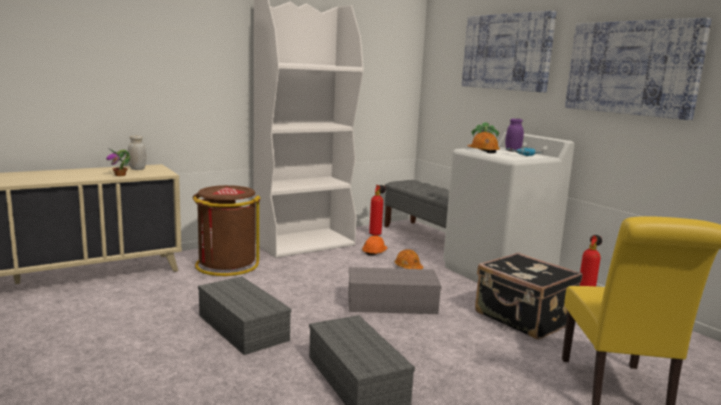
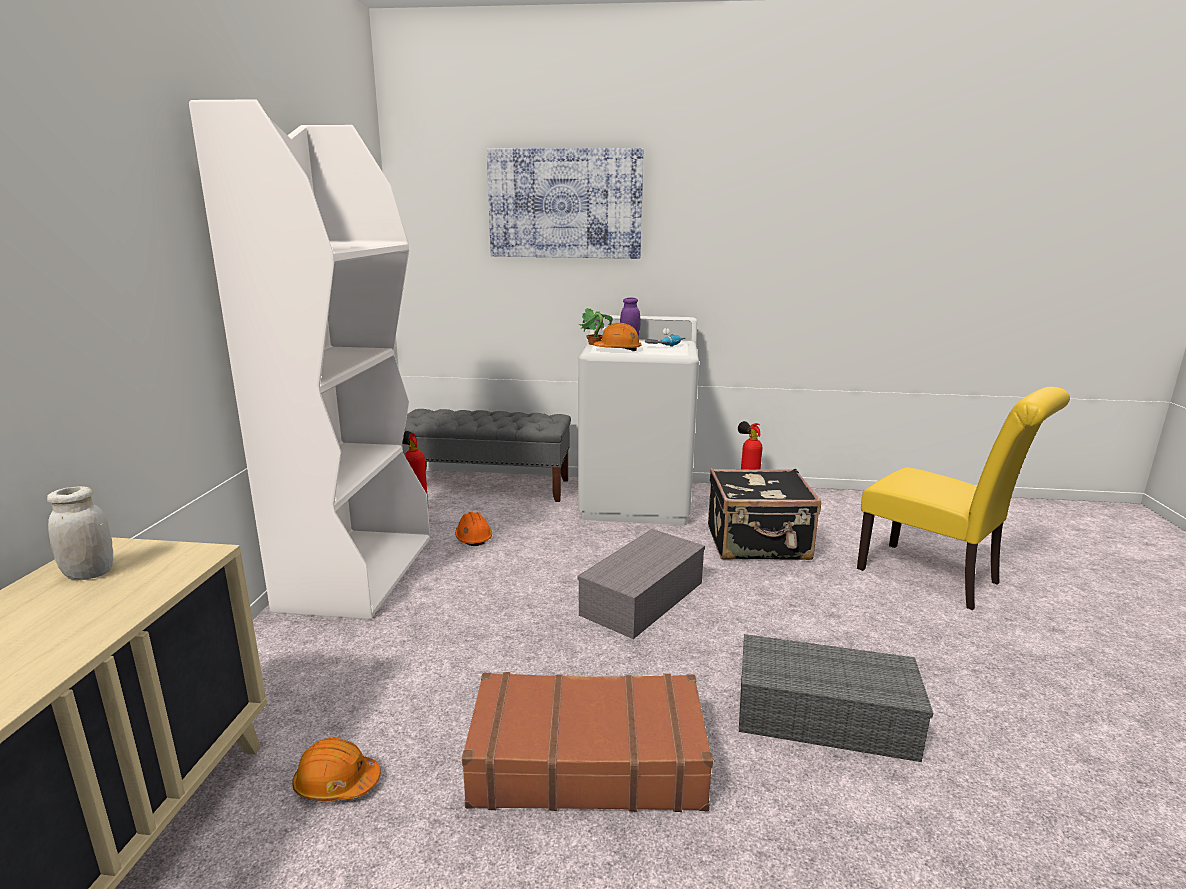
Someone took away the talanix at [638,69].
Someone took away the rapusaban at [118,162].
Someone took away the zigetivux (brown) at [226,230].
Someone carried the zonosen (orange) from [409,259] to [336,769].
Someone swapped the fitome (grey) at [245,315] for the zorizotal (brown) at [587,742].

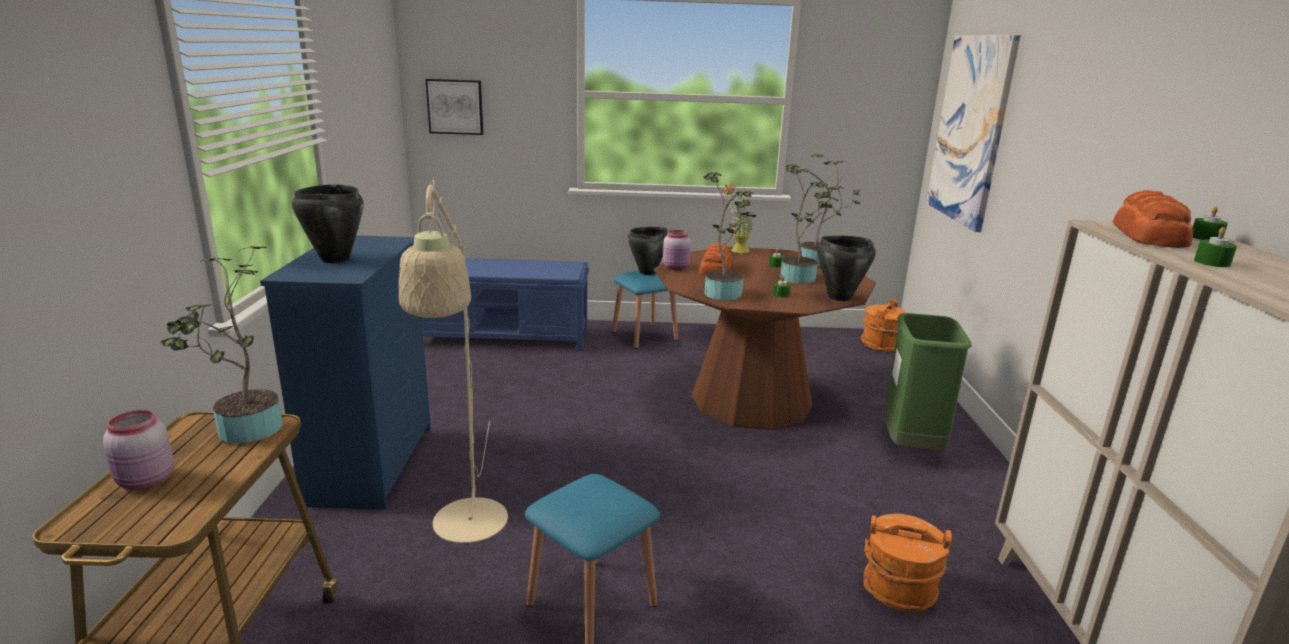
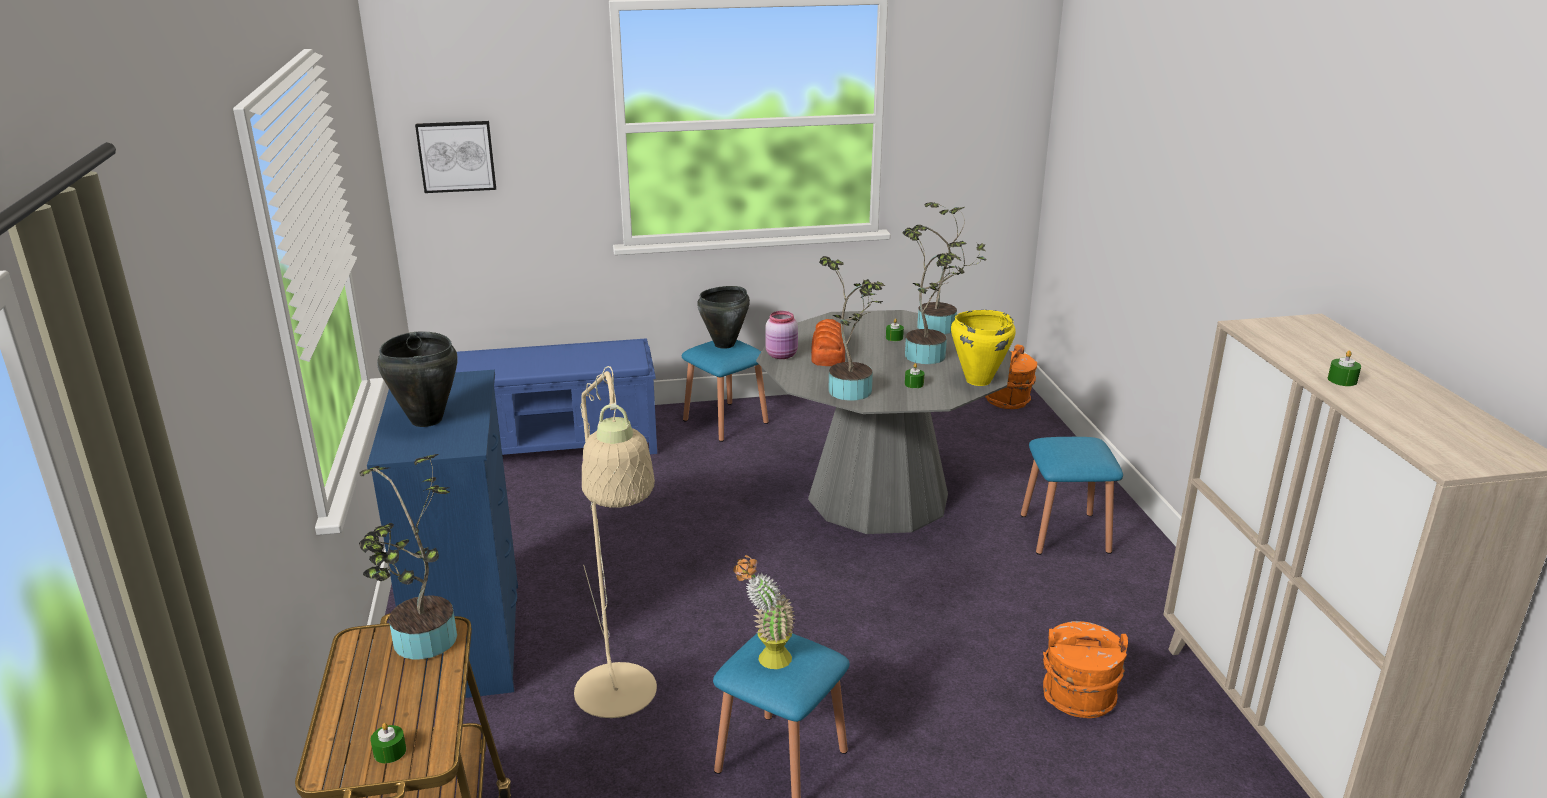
Someone took away the talanix at [973,133].
Someone carried the rapusaban from [738,218] to [764,612].
Someone took away the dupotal at [1153,219].
Someone carried the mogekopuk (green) from [1210,223] to [388,743].
Someone repainted the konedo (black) at [846,268], which became the konedo (yellow) at [983,348].
Someone repainted the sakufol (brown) at [765,338], which became the sakufol (grey) at [884,422].
Someone swapped the zigetivux (green) at [928,381] for the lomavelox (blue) at [1072,496].
Someone took away the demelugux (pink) at [138,450].

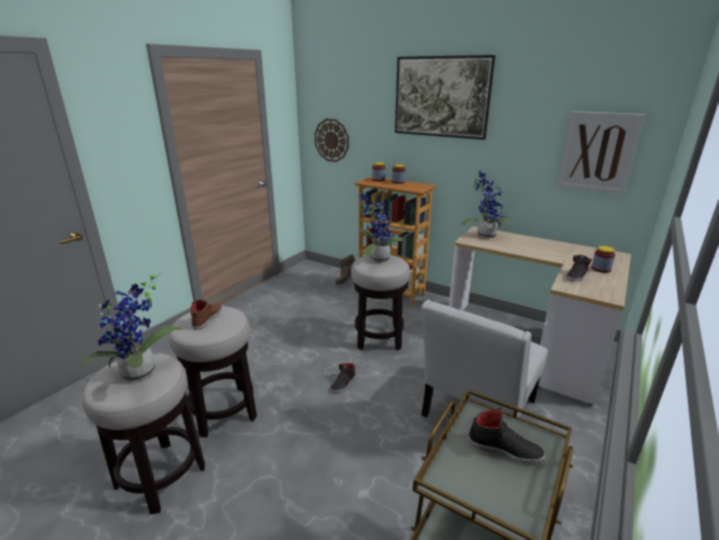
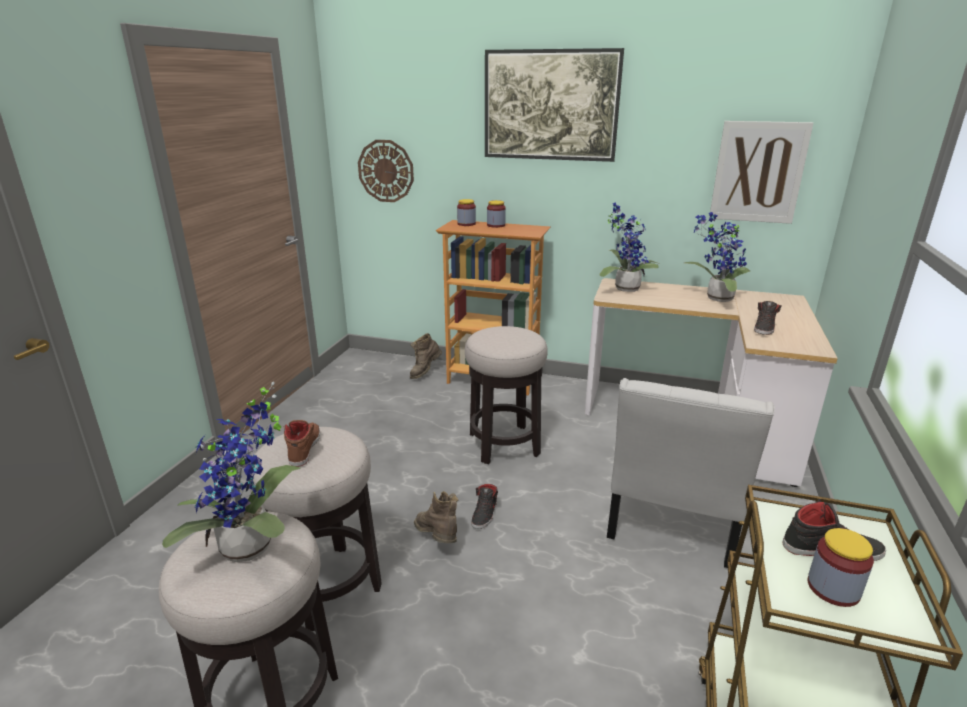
Someone carried the rapusaban from [380,227] to [717,257].
Someone carried the demelugux from [603,259] to [840,567].
Someone put down the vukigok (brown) at [436,517].

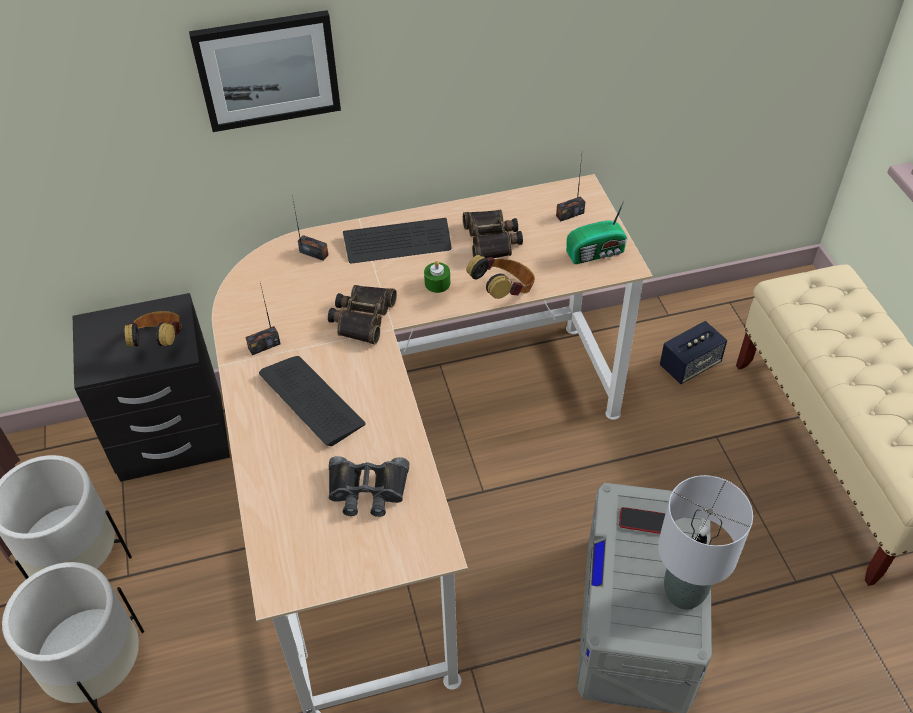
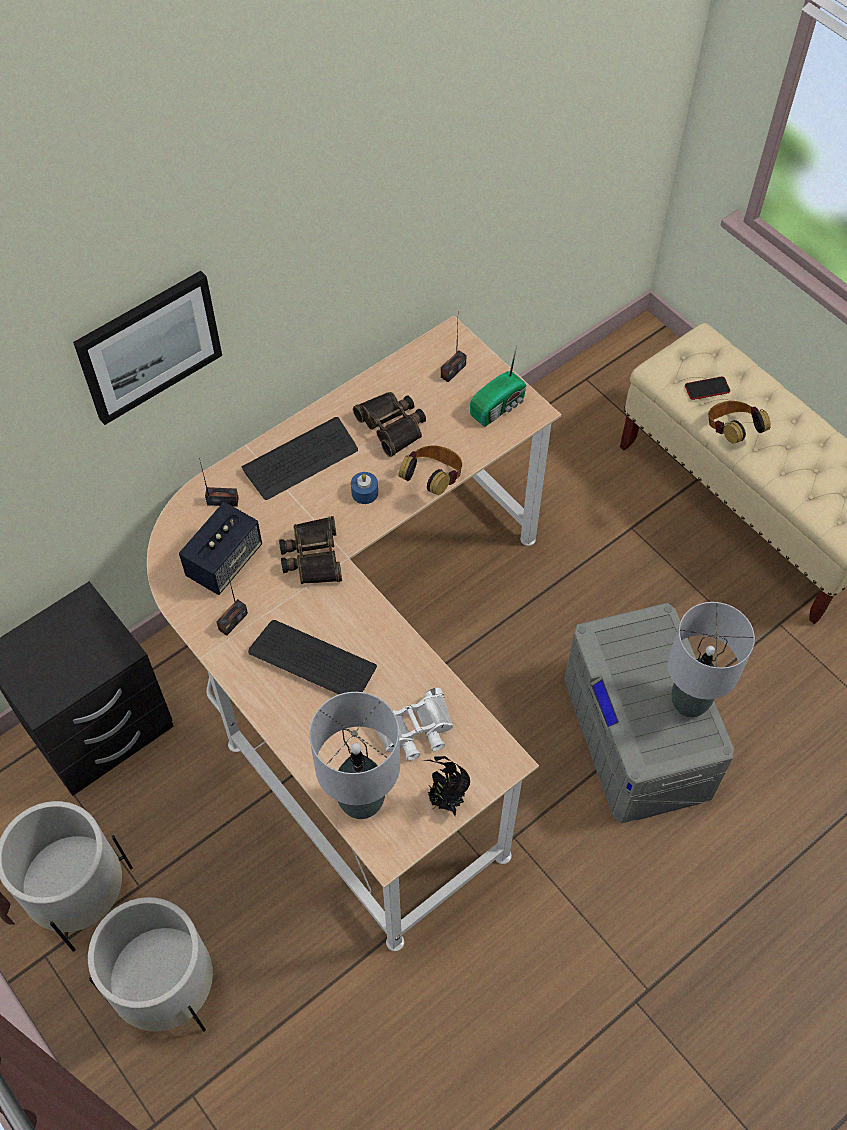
Someone repainted the mogekopuk (green) at [437,277], which became the mogekopuk (blue) at [364,488].
Someone carried the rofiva from [153,329] to [739,422].
Someone carried the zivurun from [693,352] to [220,548].
Someone repainted the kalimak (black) at [369,486], which became the kalimak (white) at [414,724].
Someone carried the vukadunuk from [642,520] to [707,388].
Someone put down the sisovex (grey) at [354,755].
Someone put down the rapusaban at [447,786].

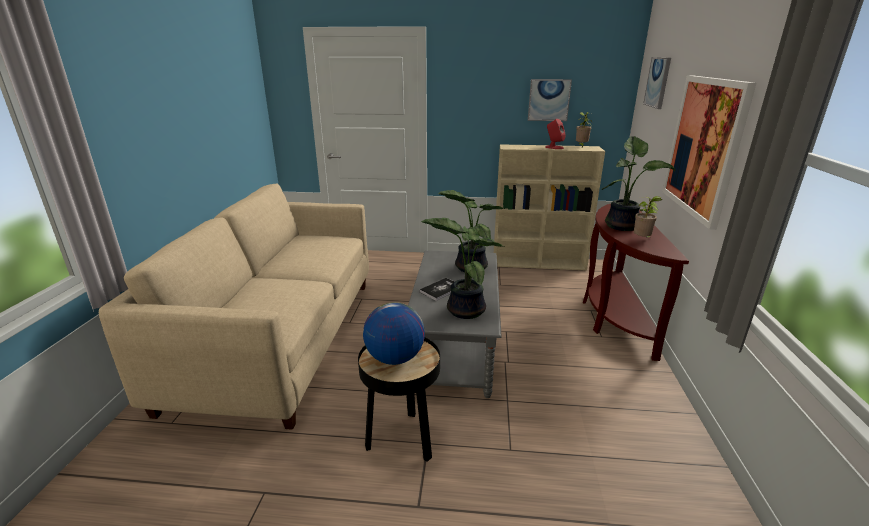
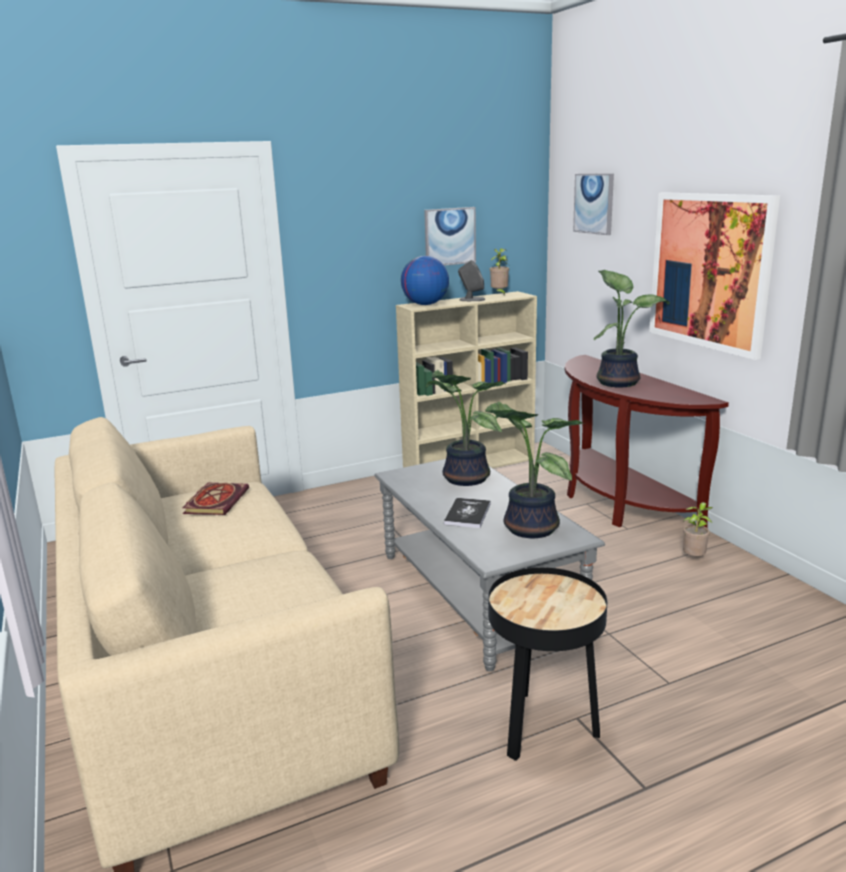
Someone repainted the zivurun (red) at [555,134], which became the zivurun (grey) at [471,280].
Someone carried the rapusaban from [648,217] to [698,529].
Someone carried the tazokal from [394,333] to [425,280].
Someone put down the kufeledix at [215,499].

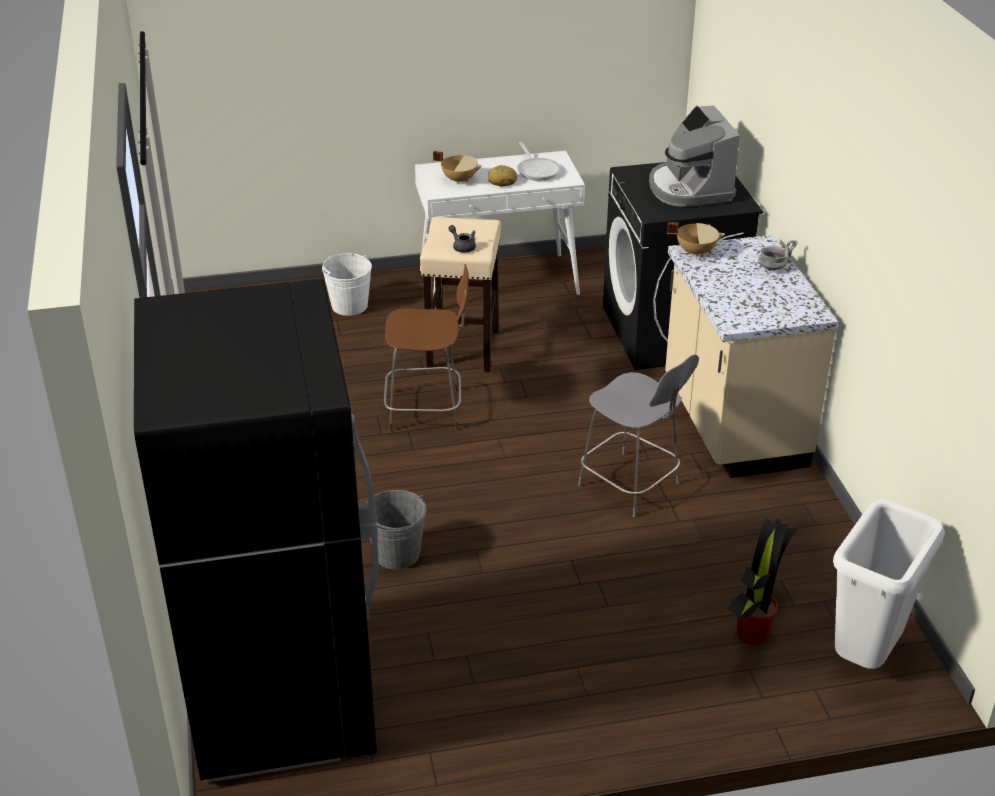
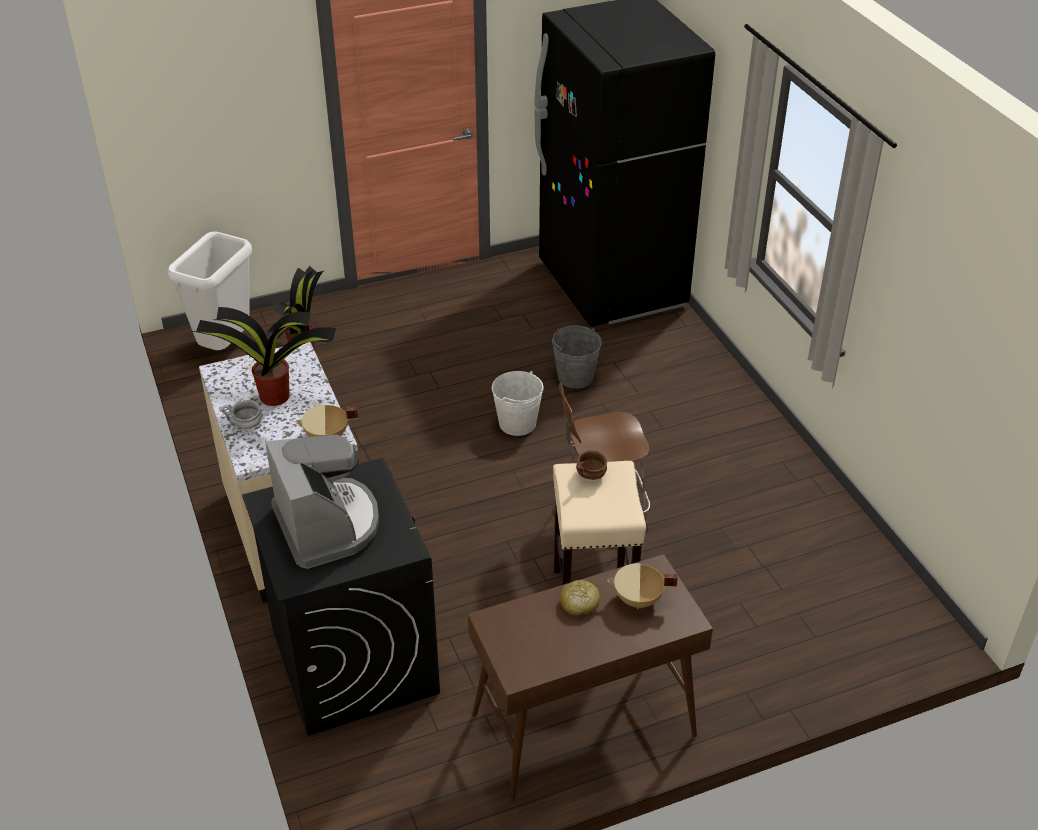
Someone took away the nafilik at [539,161].
Someone repainted the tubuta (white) at [500,230], which became the tubuta (brown) at [590,677].
Someone swapped the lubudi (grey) at [462,239] for the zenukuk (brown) at [591,465].
Someone carried the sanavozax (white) from [347,284] to [518,403].
Someone took away the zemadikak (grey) at [638,436].
Someone put down the rapusaban at [264,356].

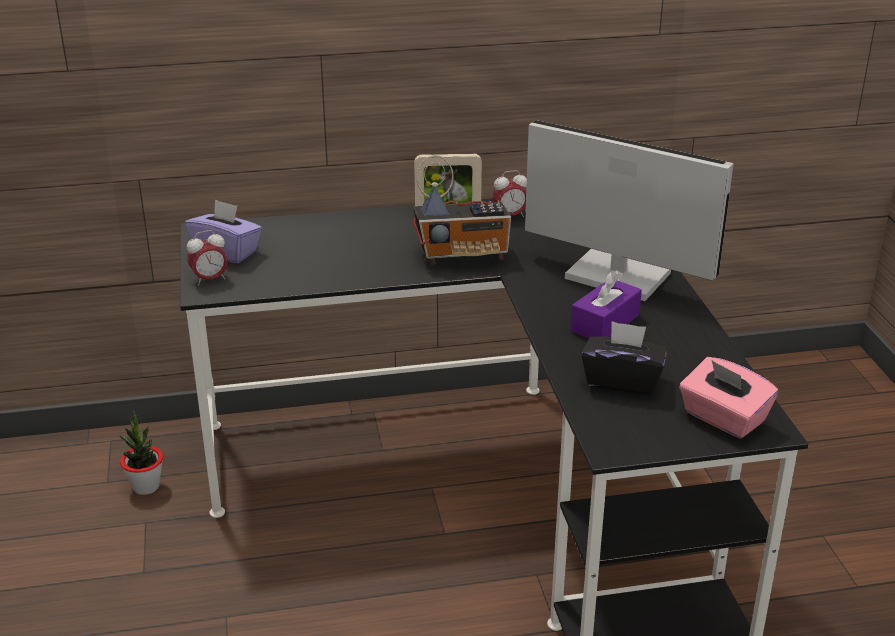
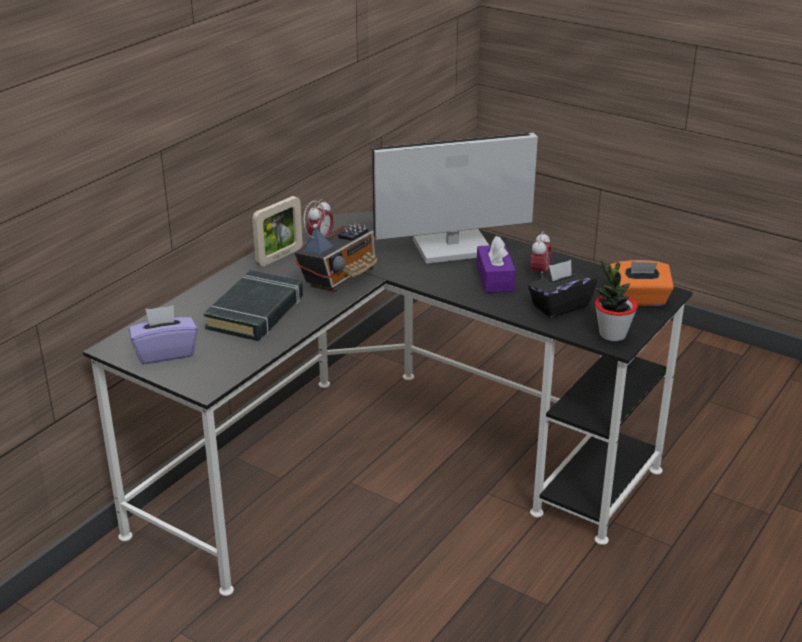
Someone carried the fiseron from [207,258] to [540,255].
Someone repainted the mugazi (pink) at [728,398], which became the mugazi (orange) at [642,283].
Someone carried the rapusaban from [141,453] to [616,300].
Someone put down the kufeledix (black) at [253,305].

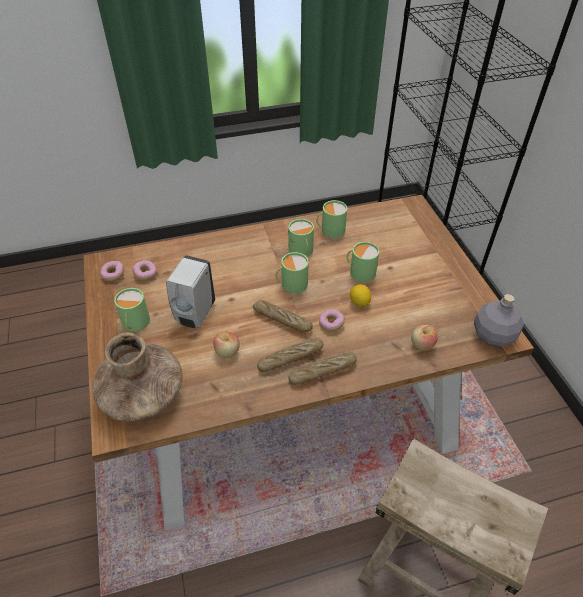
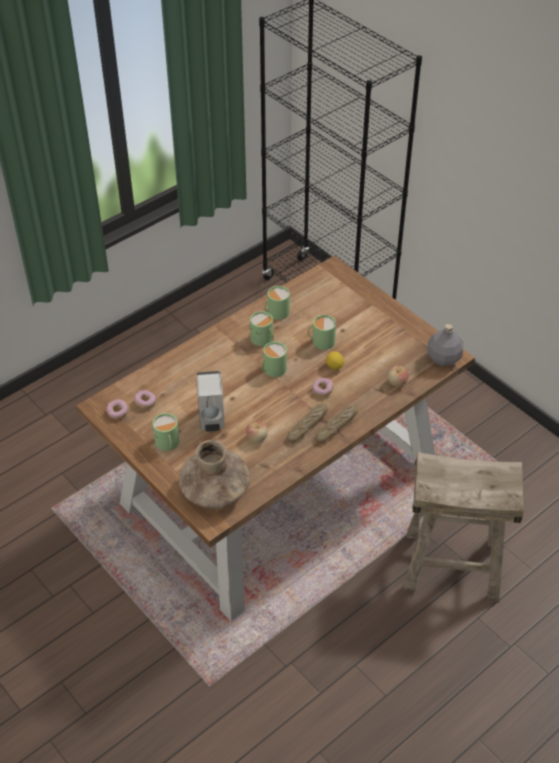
Someone took away the dupotal at [283,316].

